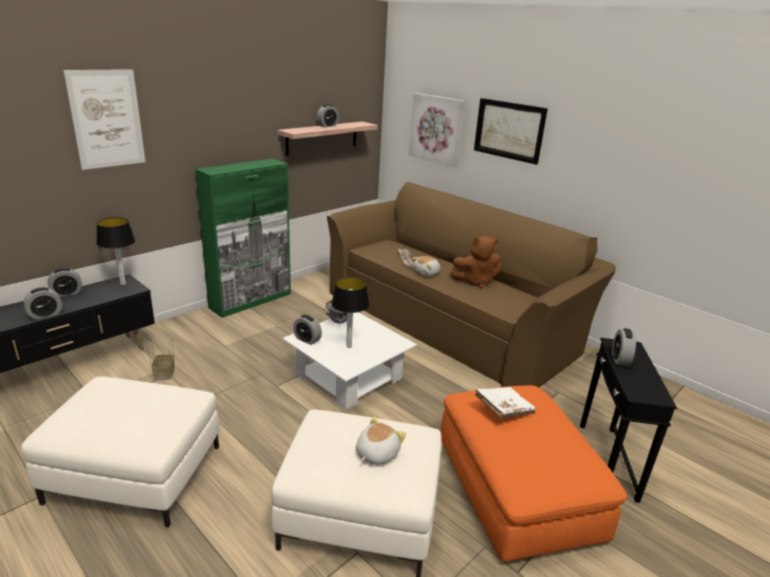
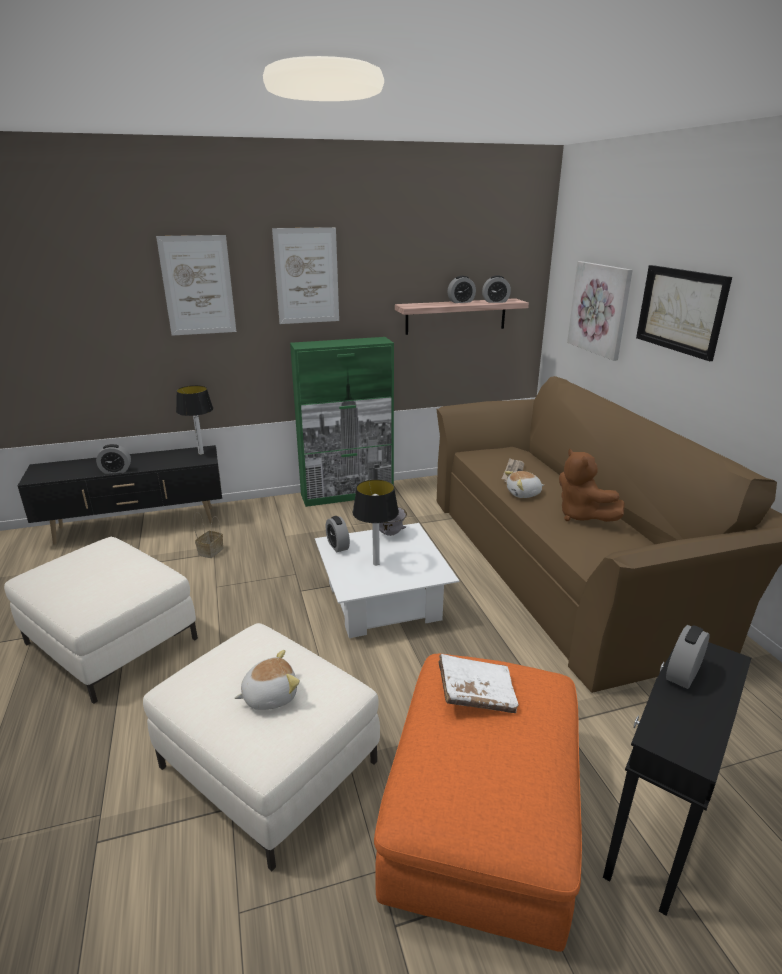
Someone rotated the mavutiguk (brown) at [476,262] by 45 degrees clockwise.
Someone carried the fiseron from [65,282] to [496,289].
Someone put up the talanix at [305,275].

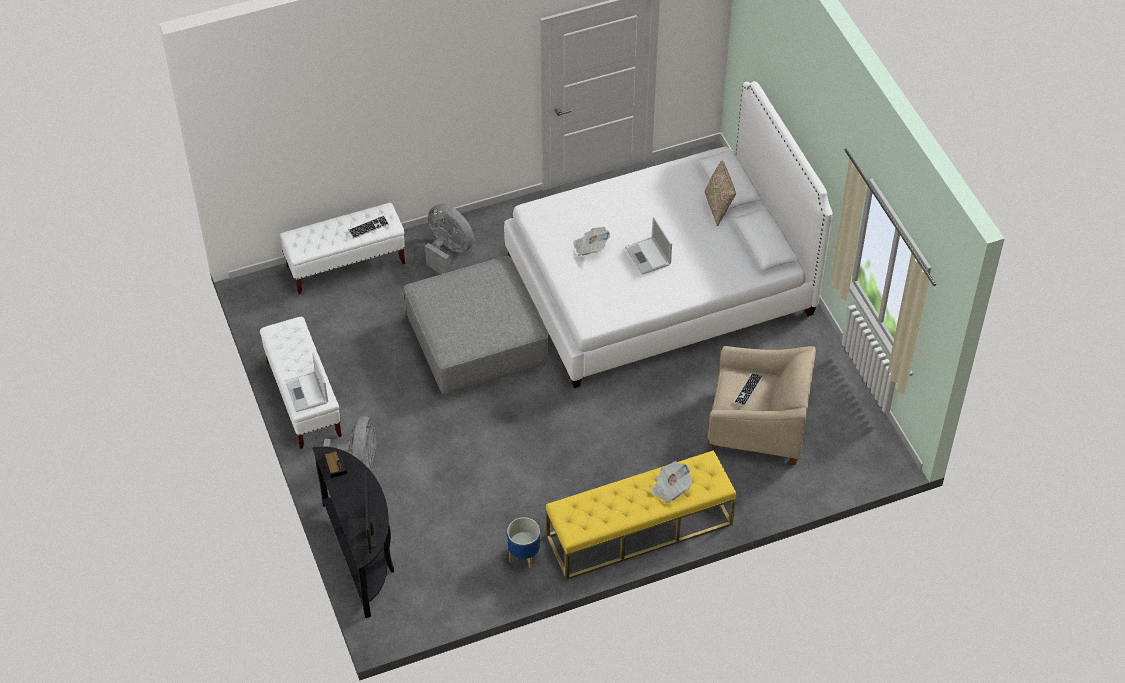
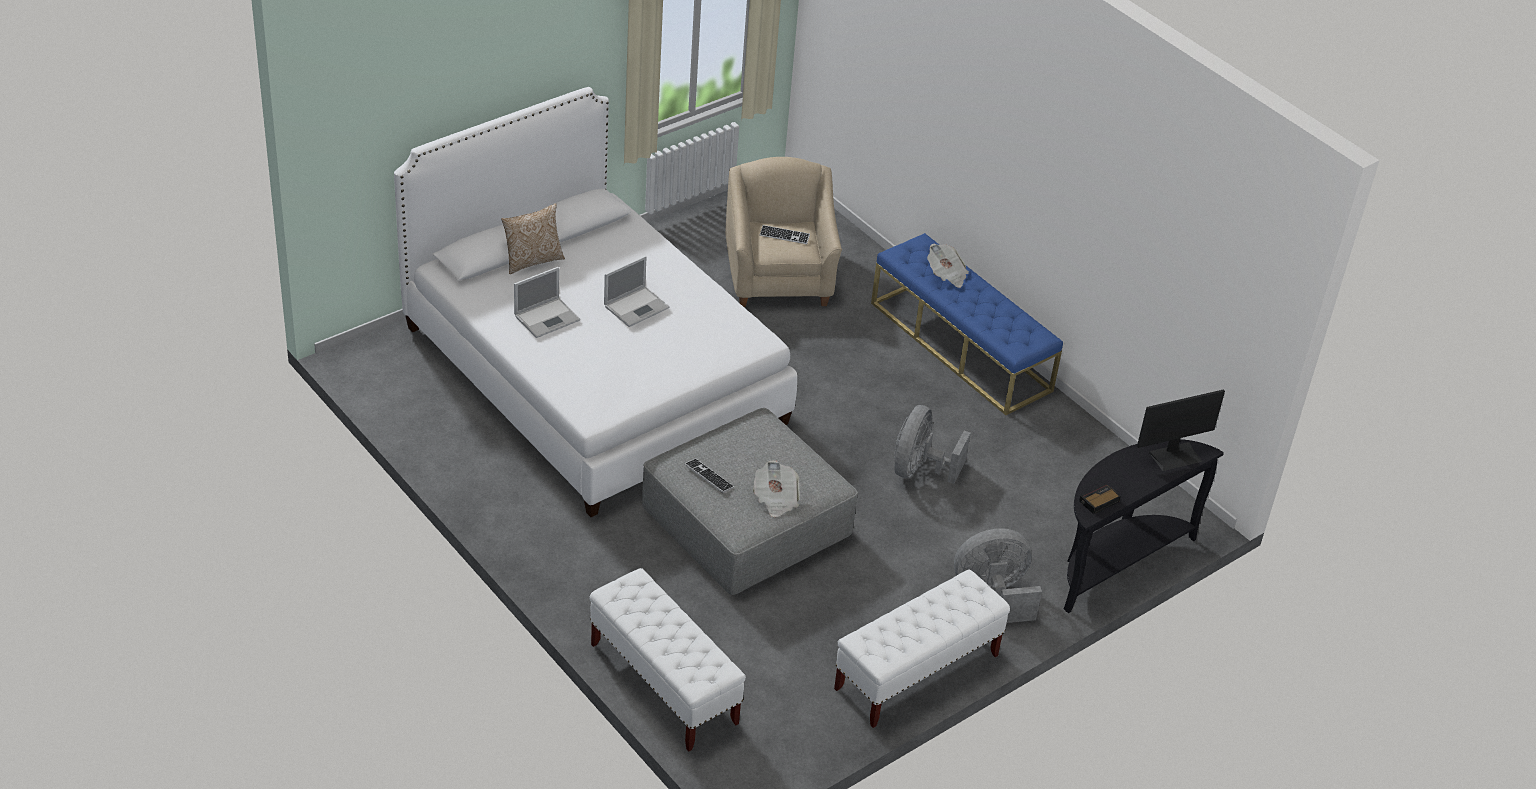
Someone carried the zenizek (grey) from [449,239] to [932,444].
Someone carried the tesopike from [369,227] to [709,475].
Someone carried the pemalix from [591,241] to [776,488].
Someone carried the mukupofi from [306,382] to [547,302].
Someone repainted the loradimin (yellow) at [641,515], which became the loradimin (blue) at [967,324].
Someone took away the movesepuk at [523,543].

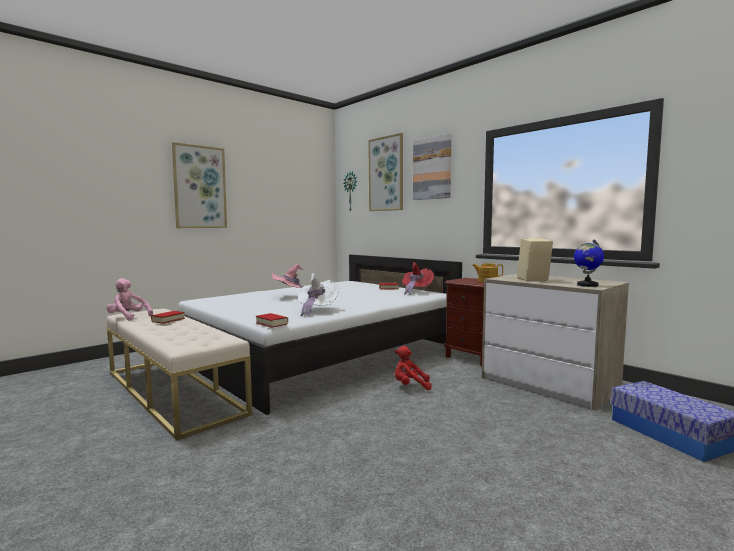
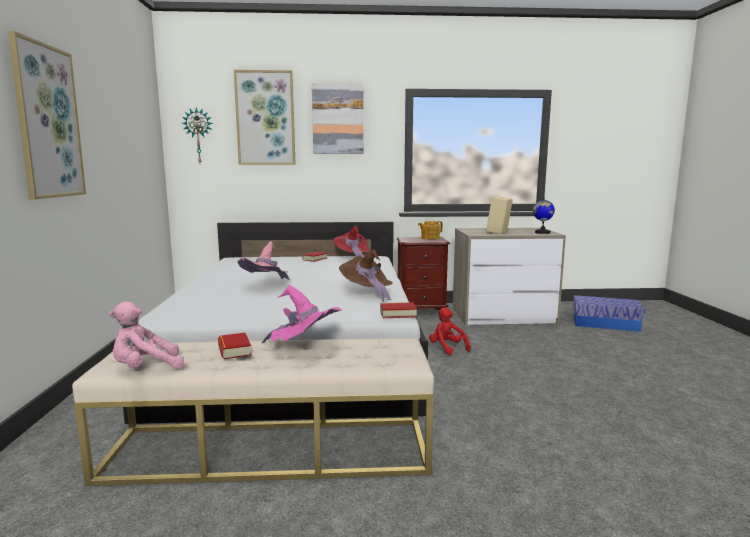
Someone repainted the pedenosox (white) at [318,295], which became the pedenosox (brown) at [366,275].
Someone rotated the mavutiguk (red) at [413,368] by 105 degrees clockwise.
Someone put down the pedenosox (pink) at [301,314].

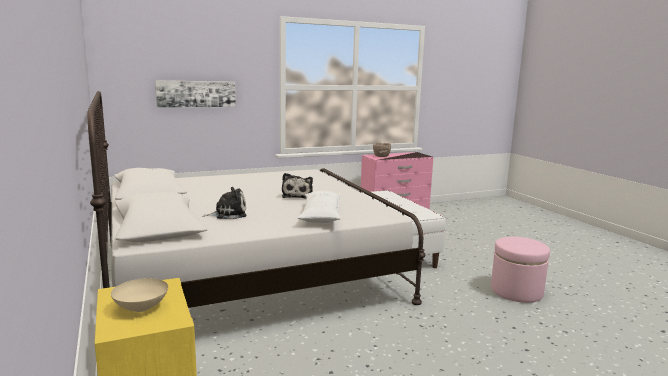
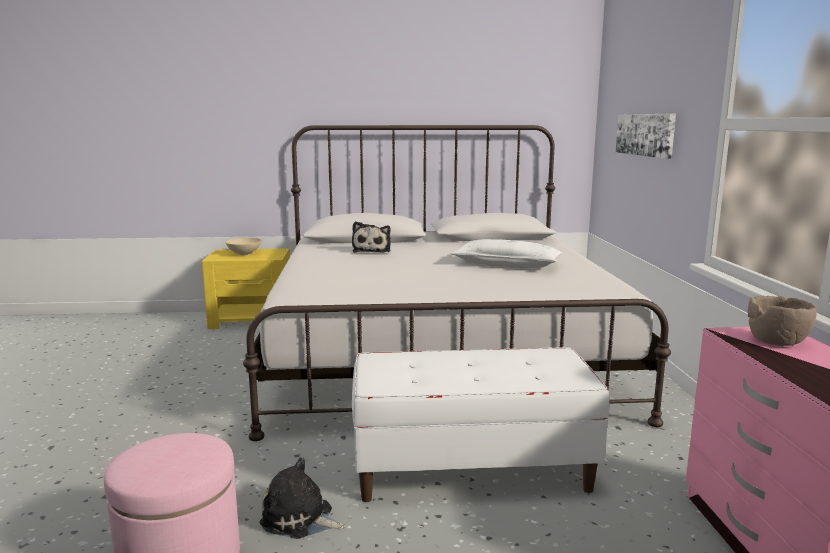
Someone carried the mavutiguk from [297,186] to [302,498].
Someone carried the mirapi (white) from [319,207] to [506,253].

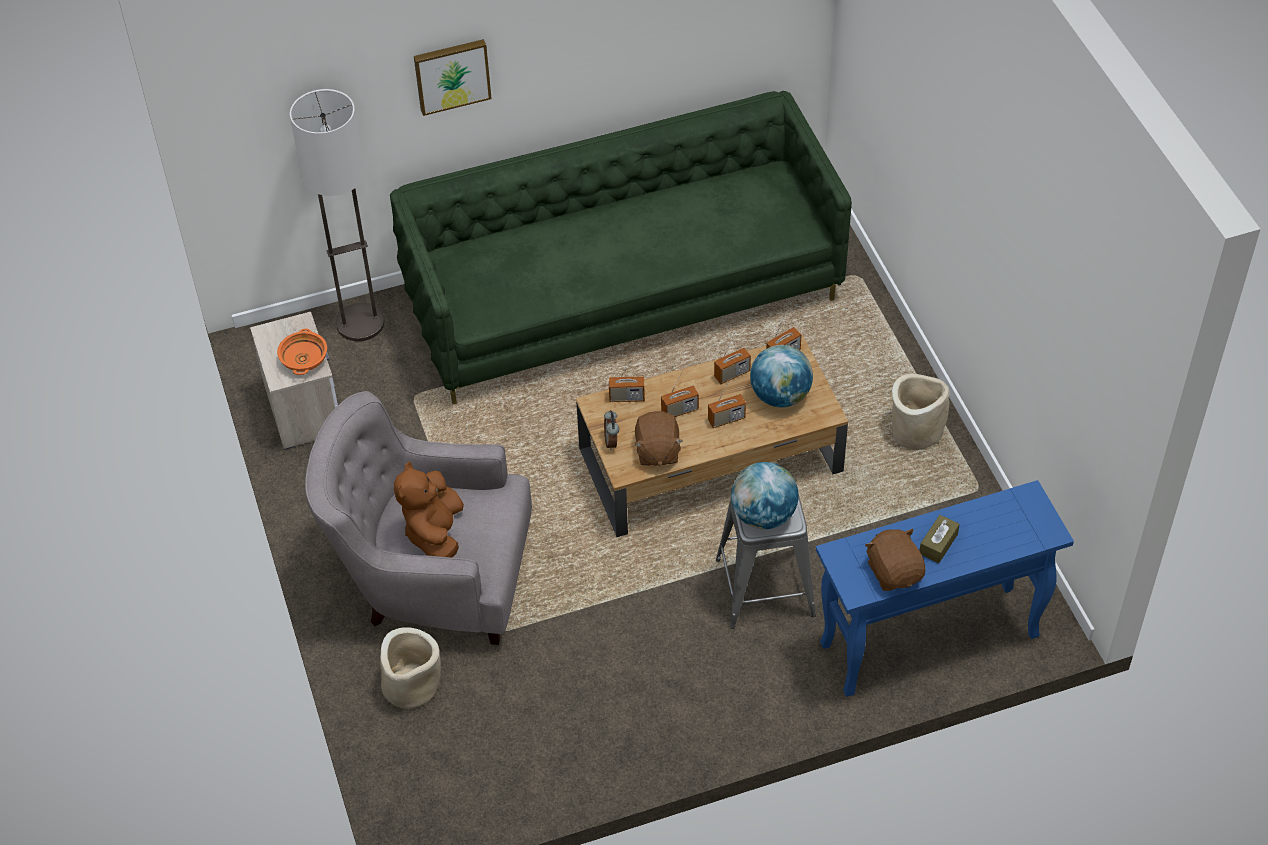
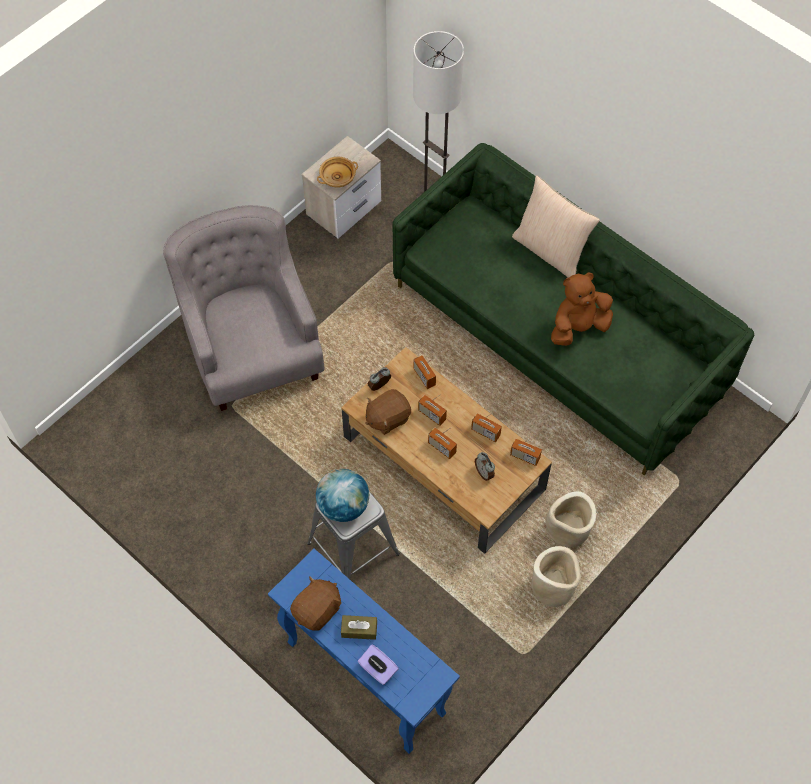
Someone took away the talanix at [453,77].
Someone repainted the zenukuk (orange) at [302,351], which became the zenukuk (beige) at [337,172].
Someone swapped the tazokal at [781,376] for the fiseron at [485,466].
Someone carried the mavutiguk (brown) from [429,509] to [582,309].
Someone carried the movesepuk (beige) from [410,668] to [570,519].
Someone put down the mirapi (beige) at [556,226].
Someone put down the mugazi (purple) at [378,664].

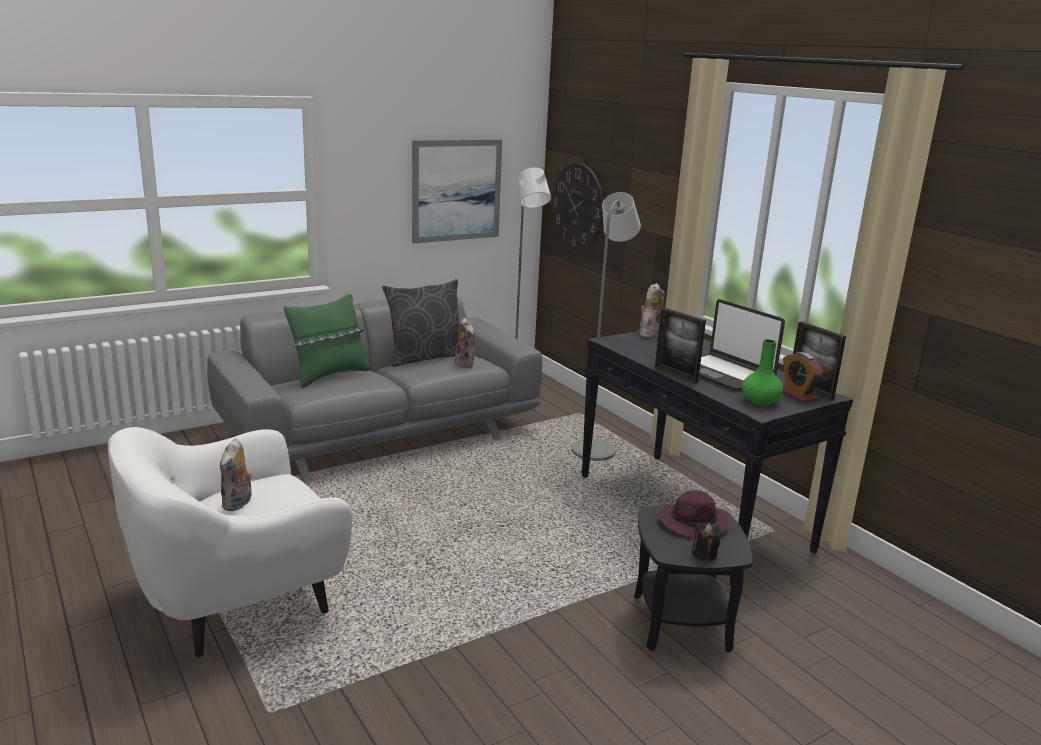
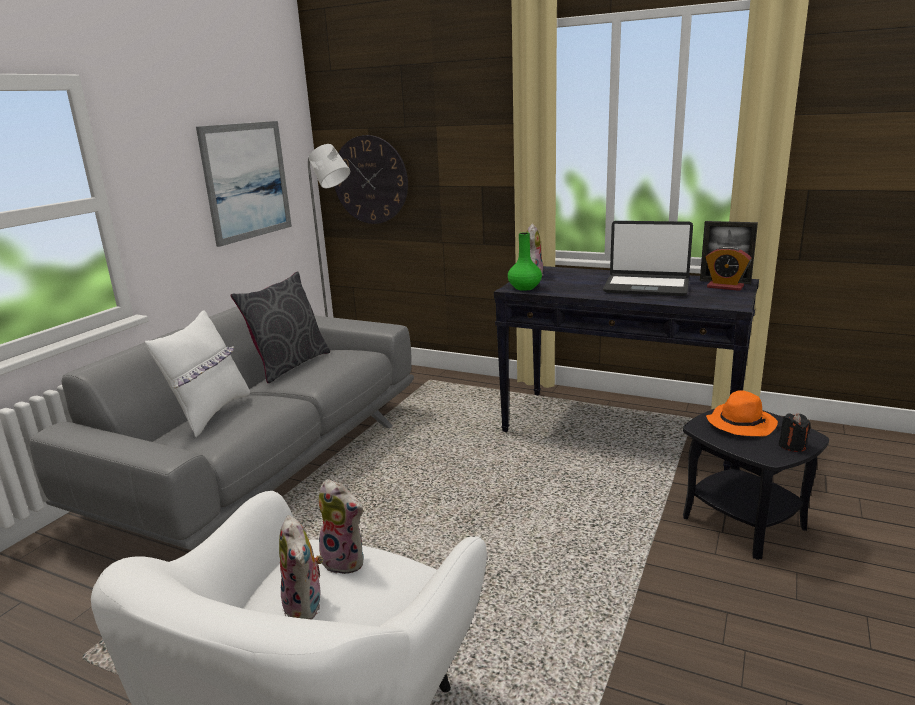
Someone took away the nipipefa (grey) at [606,326].
Someone repainted the mirapi (green) at [327,341], which became the mirapi (white) at [197,373].
Someone took away the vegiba at [680,345].
Someone carried the mavutiguk from [465,343] to [341,526].
Someone carried the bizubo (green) from [762,372] to [525,261].
Someone repainted the pedenosox (purple) at [694,514], which became the pedenosox (orange) at [742,413].

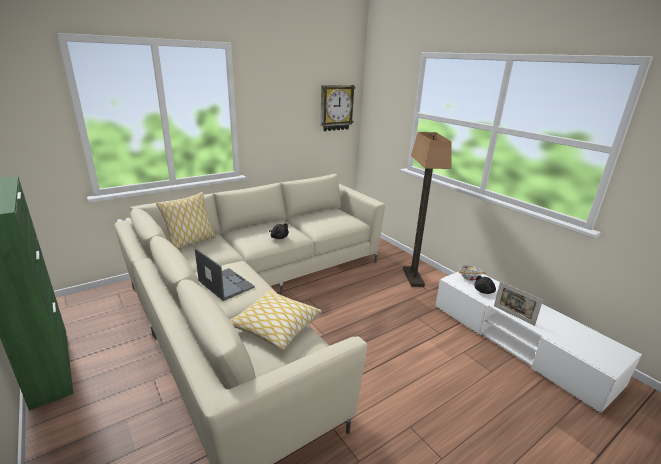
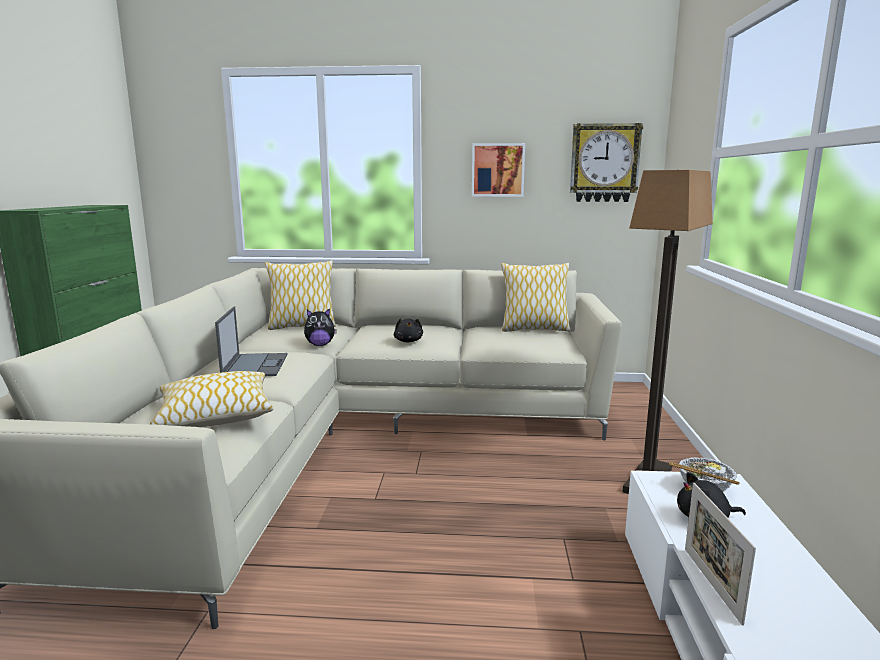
Someone put up the talanix at [498,170].
Someone put down the mirapi at [536,297].
Someone put down the mavutiguk at [320,327].

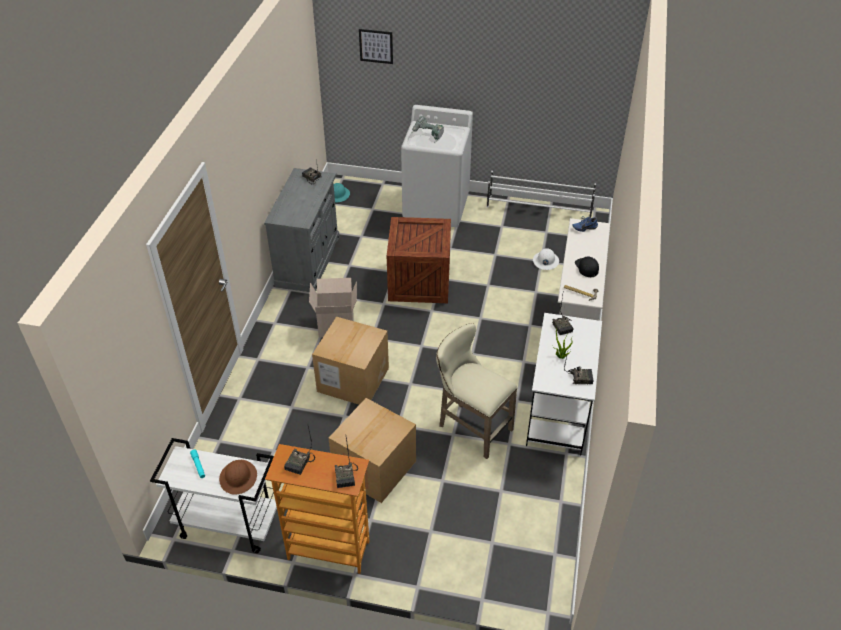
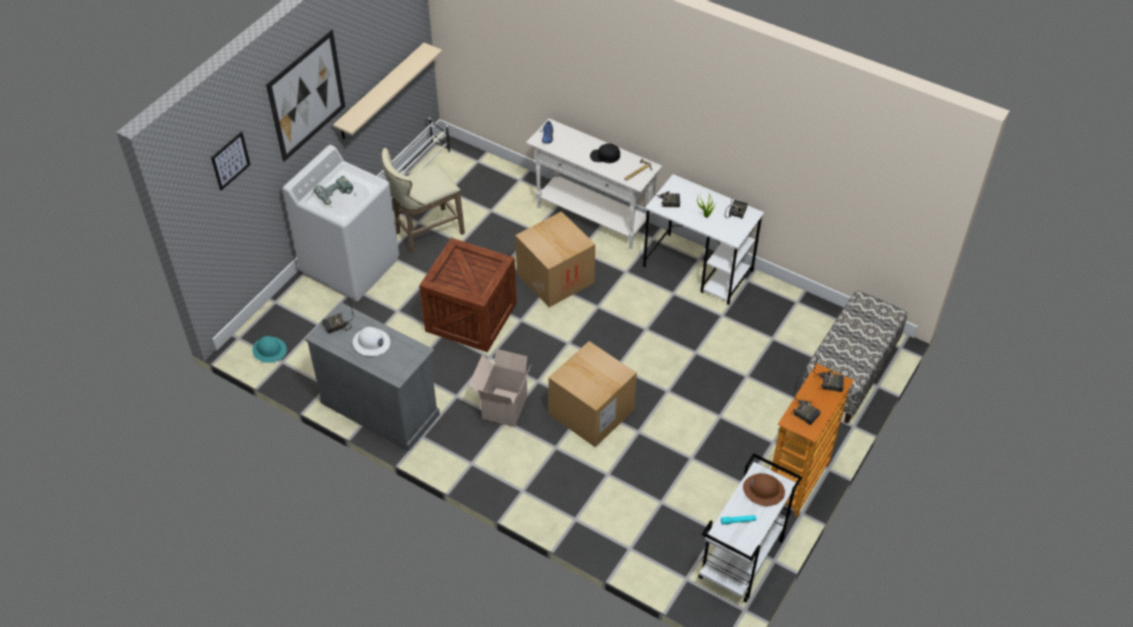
Someone carried the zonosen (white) from [546,259] to [371,341].
Someone carried the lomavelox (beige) from [477,391] to [423,201].
Someone carried the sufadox from [372,450] to [555,259].
Someone put up the talanix at [305,95].
Someone put up the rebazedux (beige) at [387,91].
Someone put down the loradimin at [854,356].

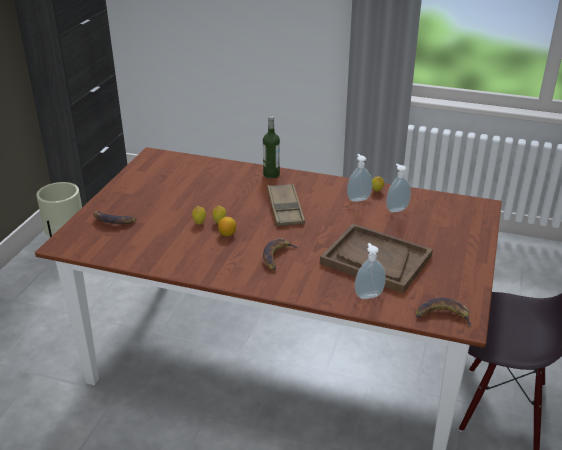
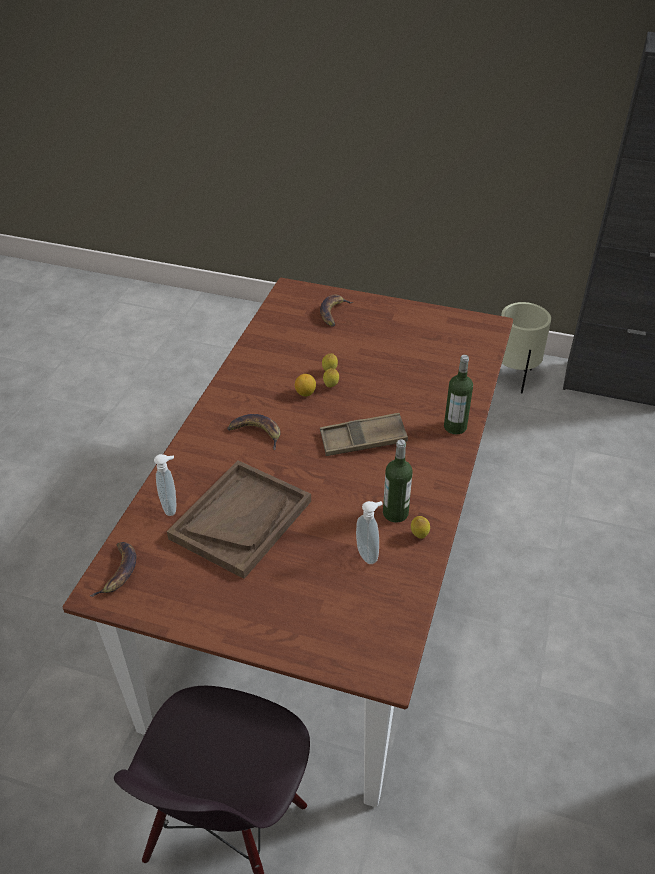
Someone swapped the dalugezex at [359,178] for the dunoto at [398,481].

